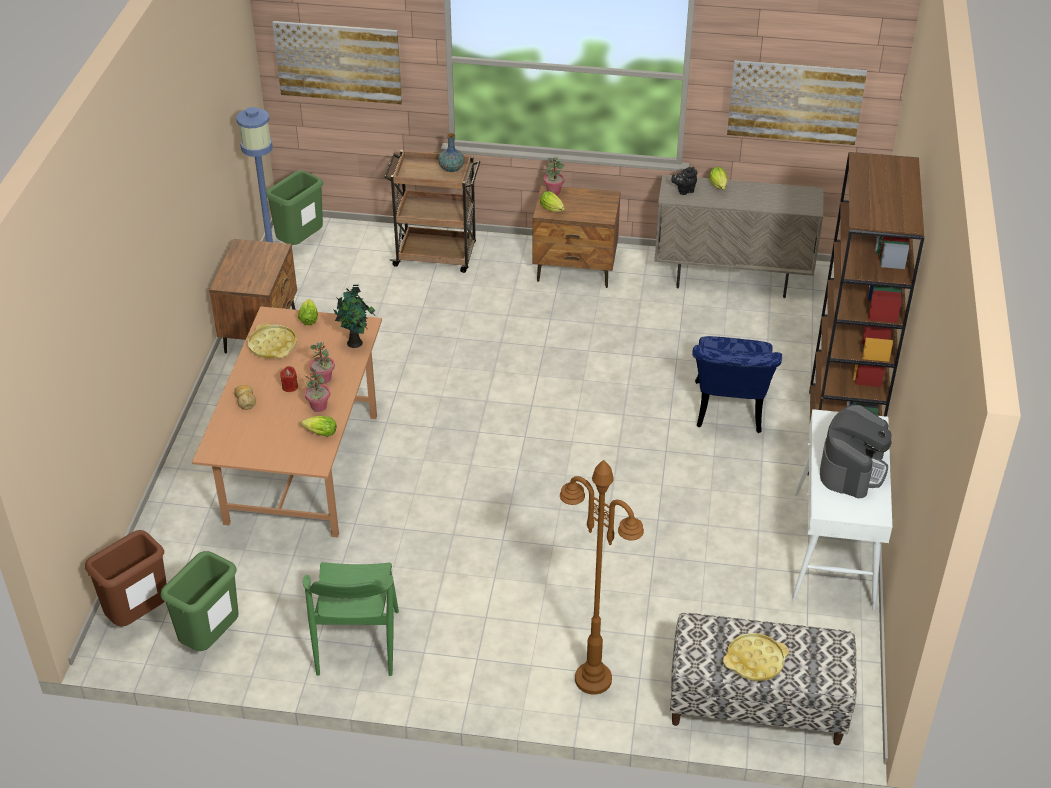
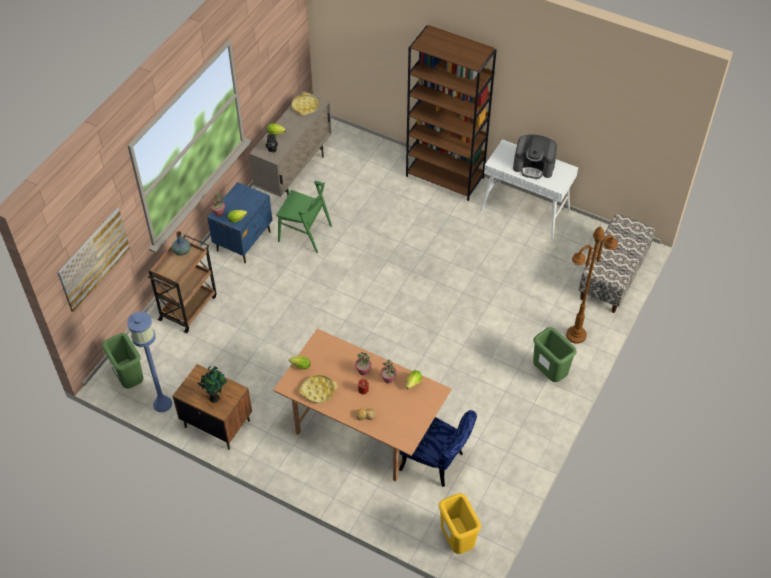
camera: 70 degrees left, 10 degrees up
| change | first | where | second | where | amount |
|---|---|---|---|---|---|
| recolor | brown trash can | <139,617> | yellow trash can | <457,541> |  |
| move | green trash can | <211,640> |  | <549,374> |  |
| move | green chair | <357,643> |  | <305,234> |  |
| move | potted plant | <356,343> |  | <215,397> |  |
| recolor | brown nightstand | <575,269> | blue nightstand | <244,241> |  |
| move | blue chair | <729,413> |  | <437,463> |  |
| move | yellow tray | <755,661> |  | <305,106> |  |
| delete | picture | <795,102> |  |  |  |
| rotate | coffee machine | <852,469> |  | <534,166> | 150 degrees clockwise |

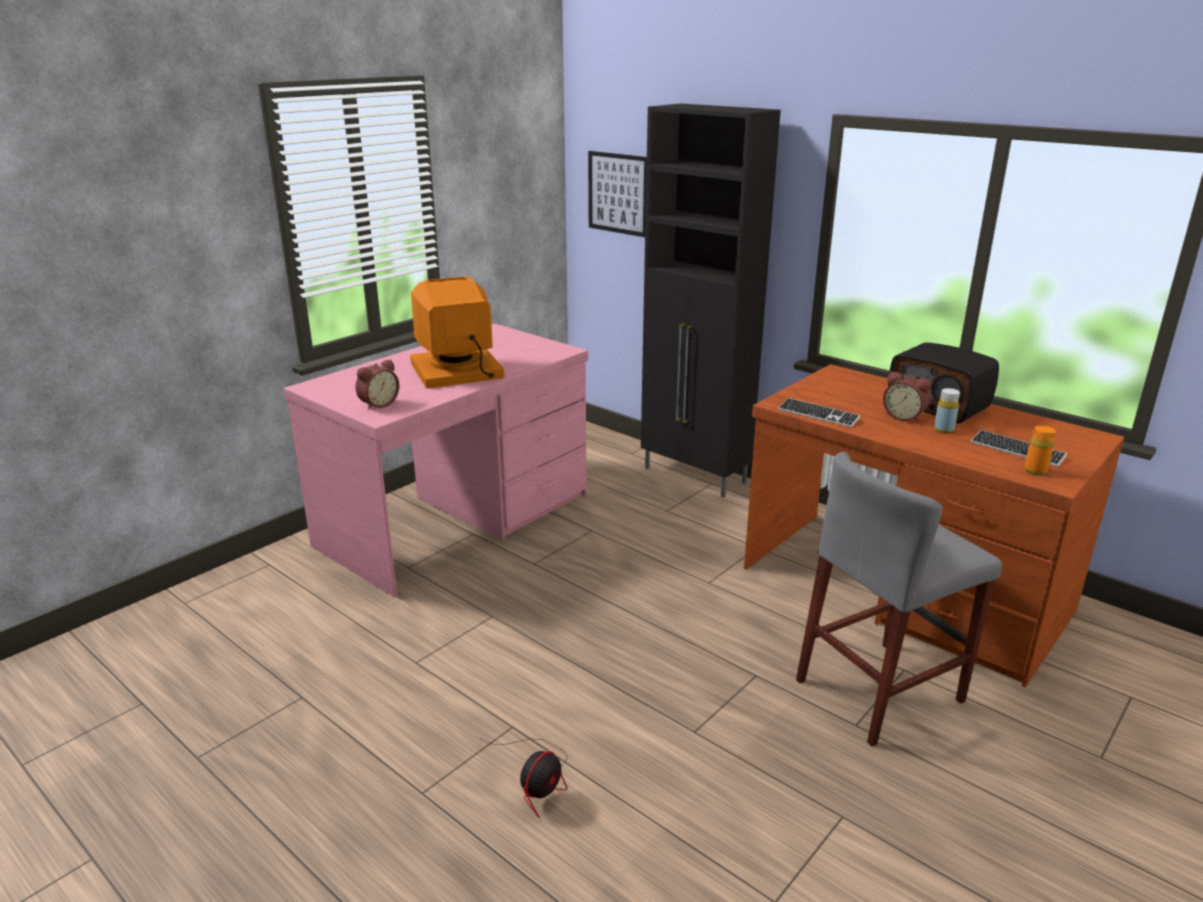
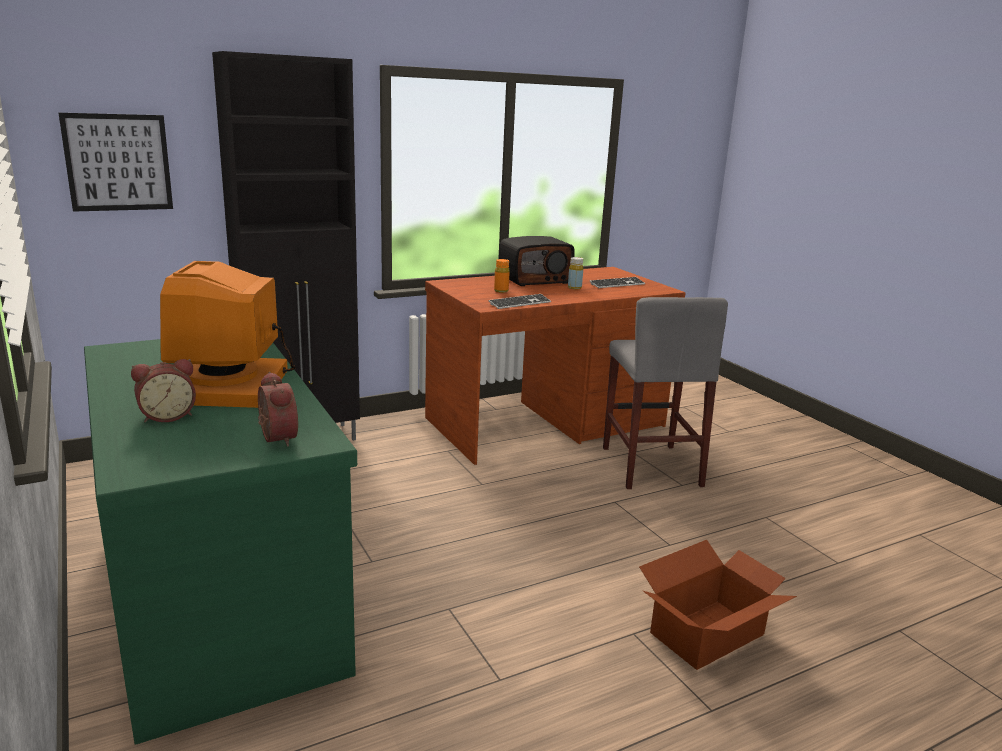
camera: 70 degrees left, 5 degrees down
| change | first | where | second | where | amount |
|---|---|---|---|---|---|
| recolor | pink desk | <457,520> | green desk | <221,593> |  |
| replace | fan | <538,780> | cardboard box | <708,634> |  |
| move | alarm clock | <904,416> |  | <167,416> |  |
| move | orange bottle | <1035,471> |  | <501,291> |  |

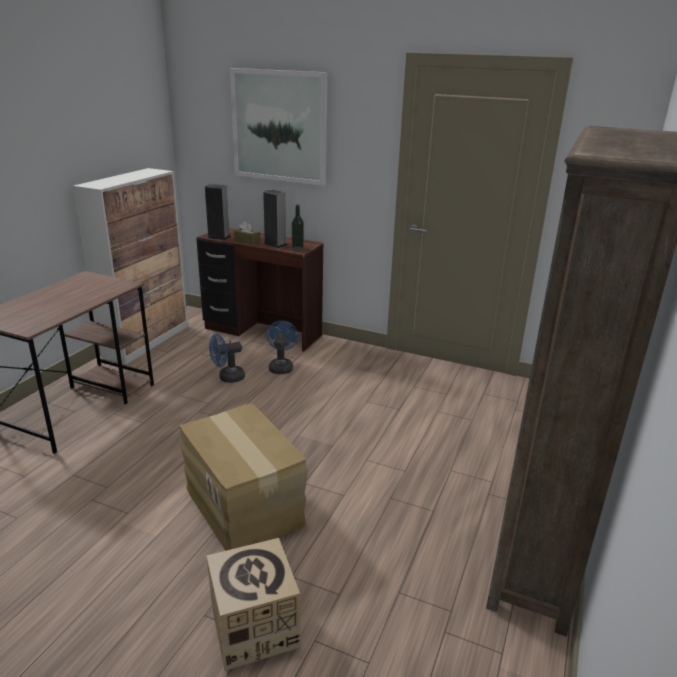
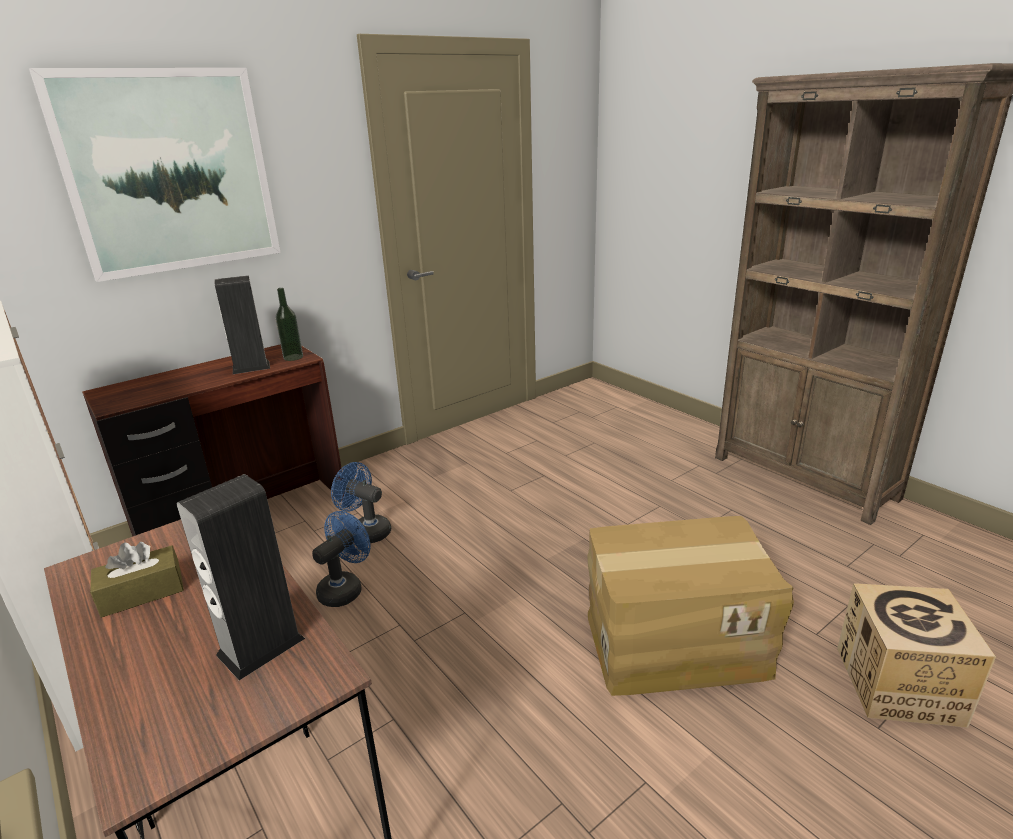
camera: 60 degrees left, 0 degrees up
| change | first | where | second | where | amount |
|---|---|---|---|---|---|
| move | speaker | <219,237> |  | <261,646> |  |
| rotate | blue fan | <227,378> |  | <345,588> | 150 degrees counterclockwise |
| move | brown tissue box | <247,241> |  | <142,593> |  |

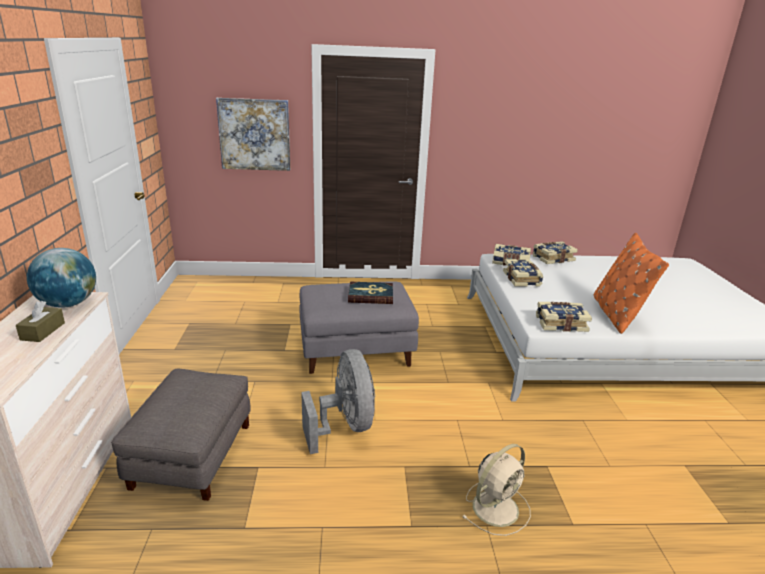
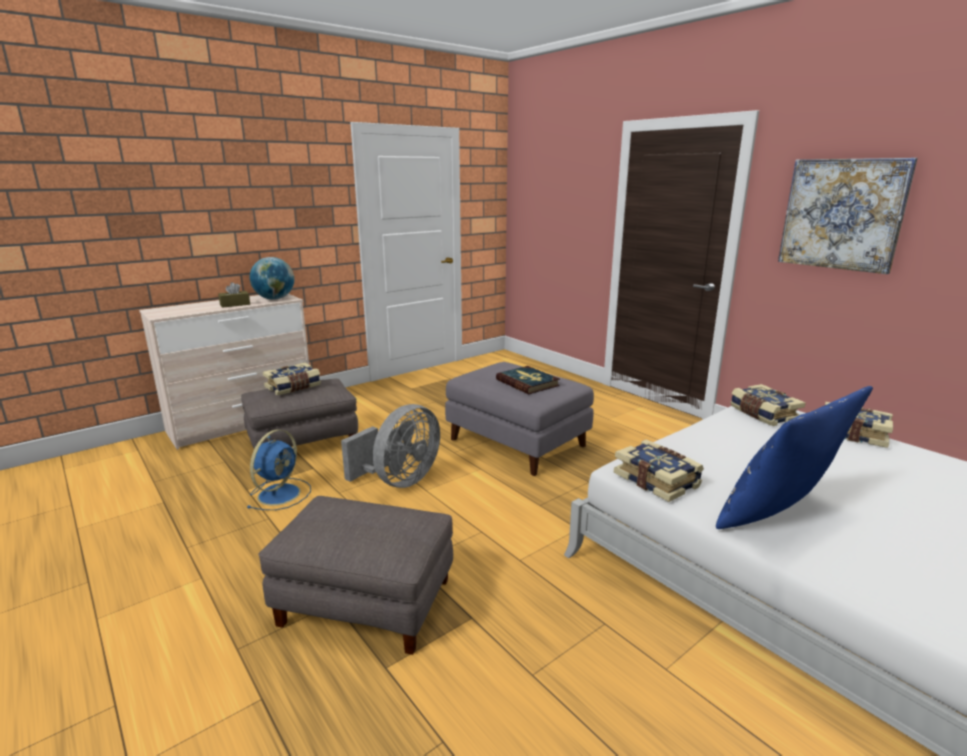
camera: 55 degrees right, 5 degrees down
| change | first | where | second | where | amount |
|---|---|---|---|---|---|
| move | picture | <254,134> |  | <842,214> |  |
| replace | beige fan | <497,507> | grey ottoman | <367,601> |  |
| move | book | <522,279> |  | <293,387> |  |
| recolor | orange pillow | <617,314> | blue pillow | <777,515> |  |
| insert |  |  | blue fan | <280,493> |  |

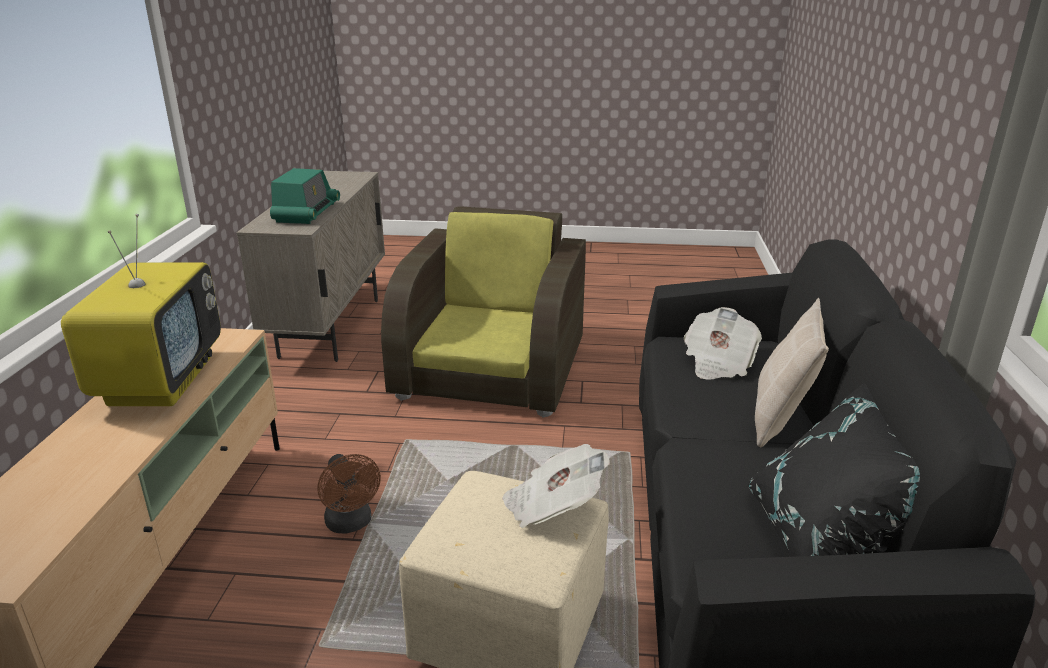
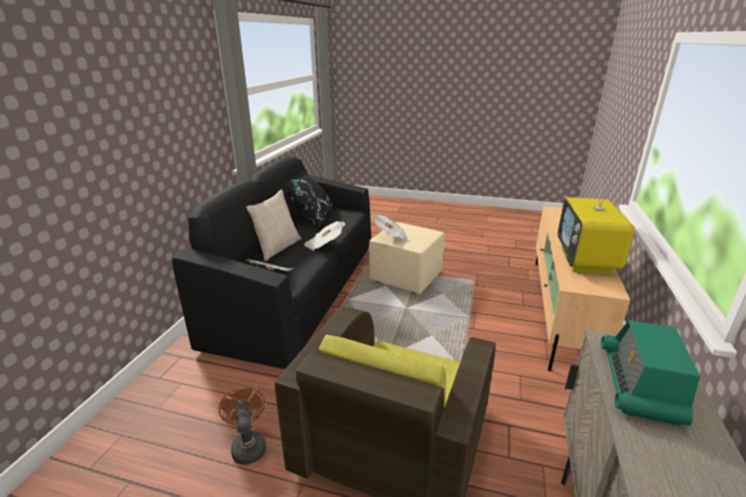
camera: 170 degrees left, 0 degrees up
| change | first | where | second | where | amount |
|---|---|---|---|---|---|
| move | brown fan | <351,524> |  | <248,445> |  |
| insert |  |  | newspaper | <324,245> |  |

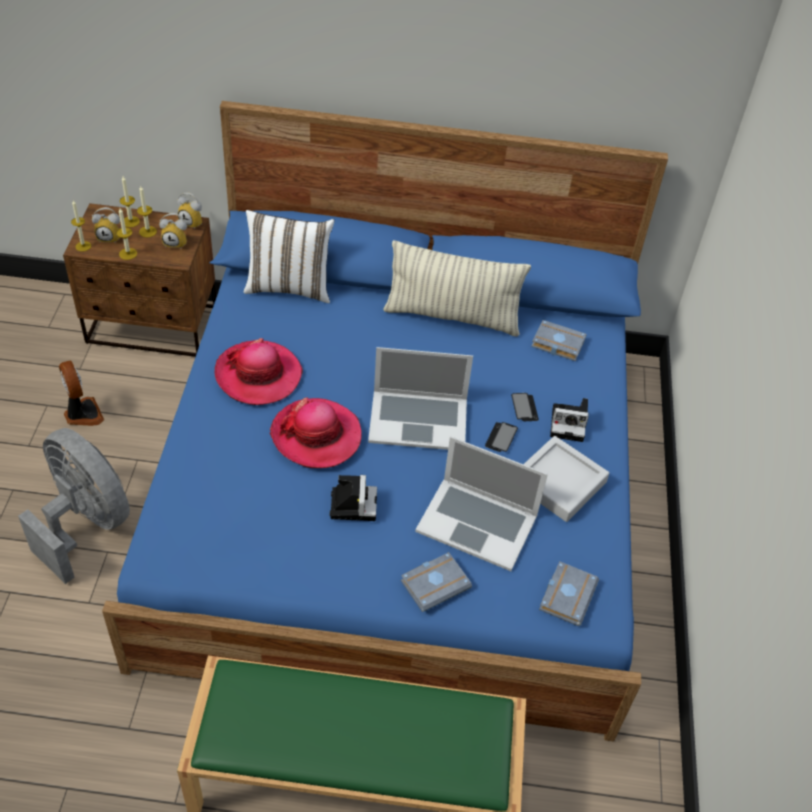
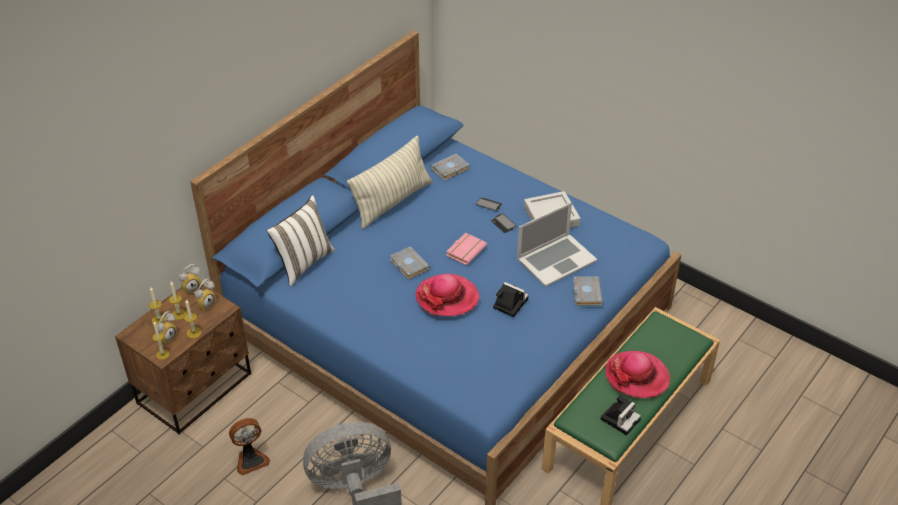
camera: 55 degrees left, 5 degrees down
| change | first | where | second | where | amount |
|---|---|---|---|---|---|
| rotate | fan | <82,414> |  | <251,460> | 150 degrees clockwise |
| move | hat | <258,375> |  | <637,376> |  |
| replace | laptop | <418,419> | pink book | <465,250> |  |
| move | grey book | <566,594> |  | <408,265> |  |
| move | photo camera | <569,423> |  | <620,418> |  |

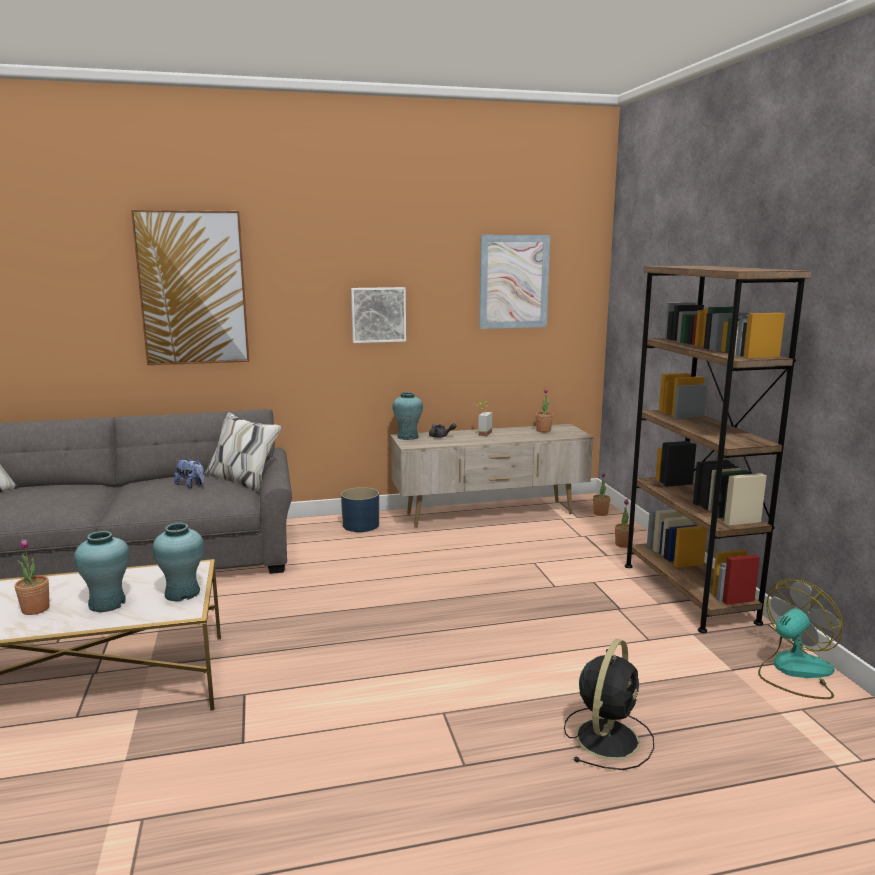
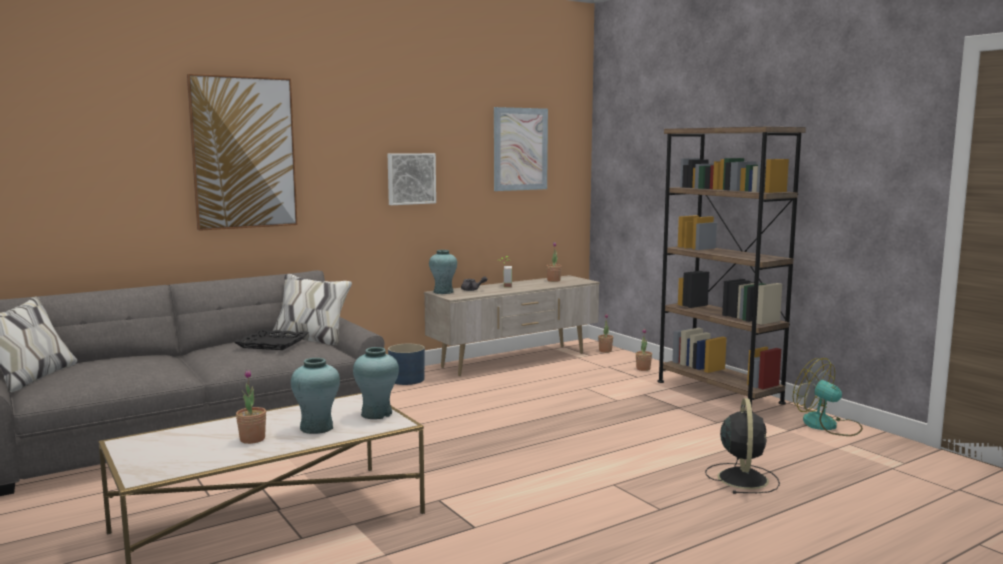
camera: 20 degrees left, 5 degrees down
| change | first | where | second | where | amount |
|---|---|---|---|---|---|
| replace | plush toy | <191,485> | black tray | <272,344> |  |
| rotate | fan | <794,671> |  | <827,426> | 75 degrees counterclockwise |

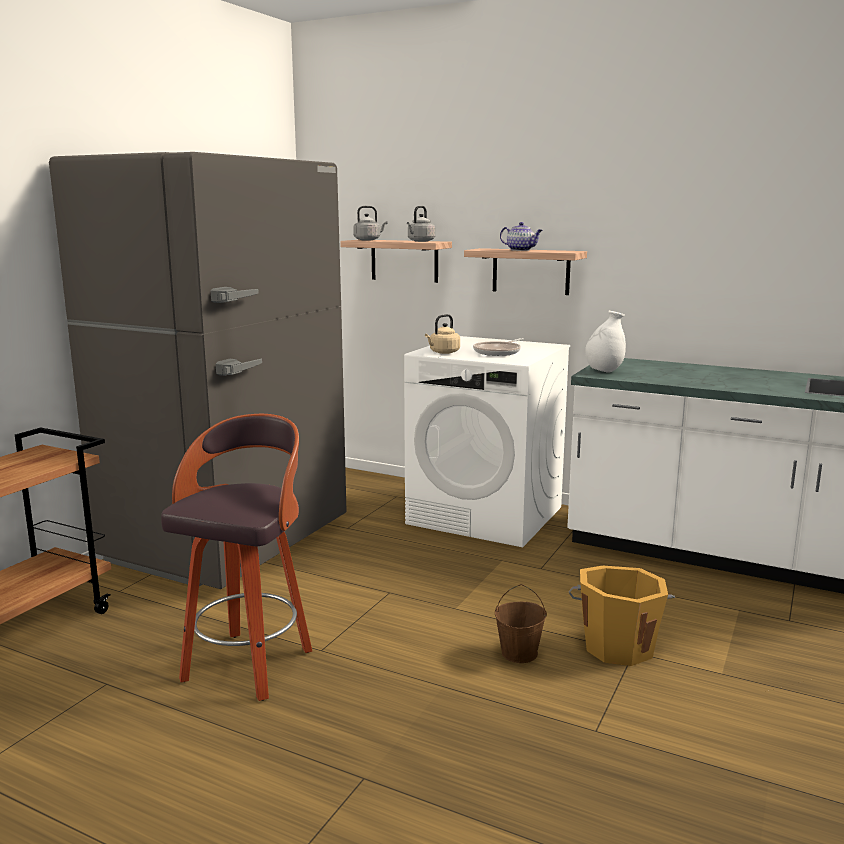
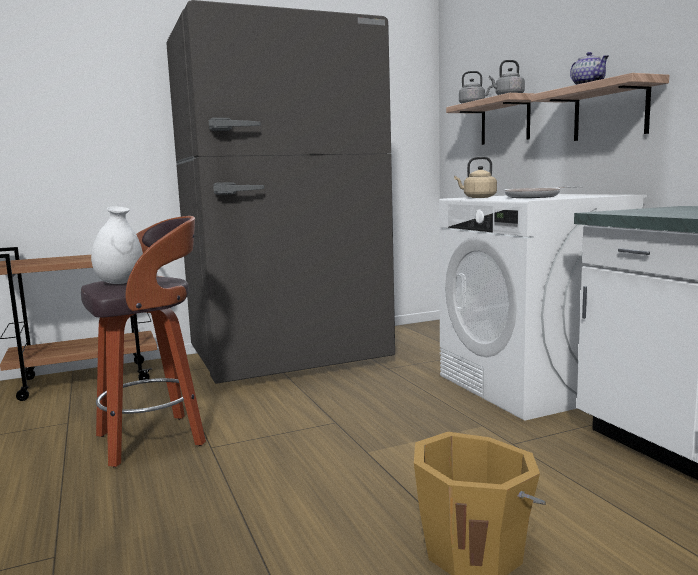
camera: 40 degrees right, 5 degrees down
| change | first | where | second | where | amount |
|---|---|---|---|---|---|
| delete | brown bucket | <519,653> |  |  |  |
| move | white vase | <604,371> |  | <120,282> |  |

